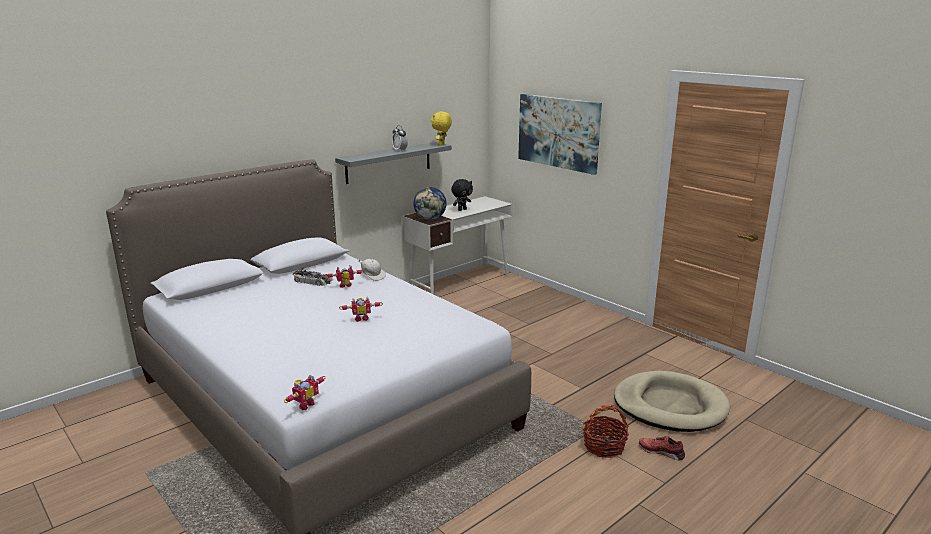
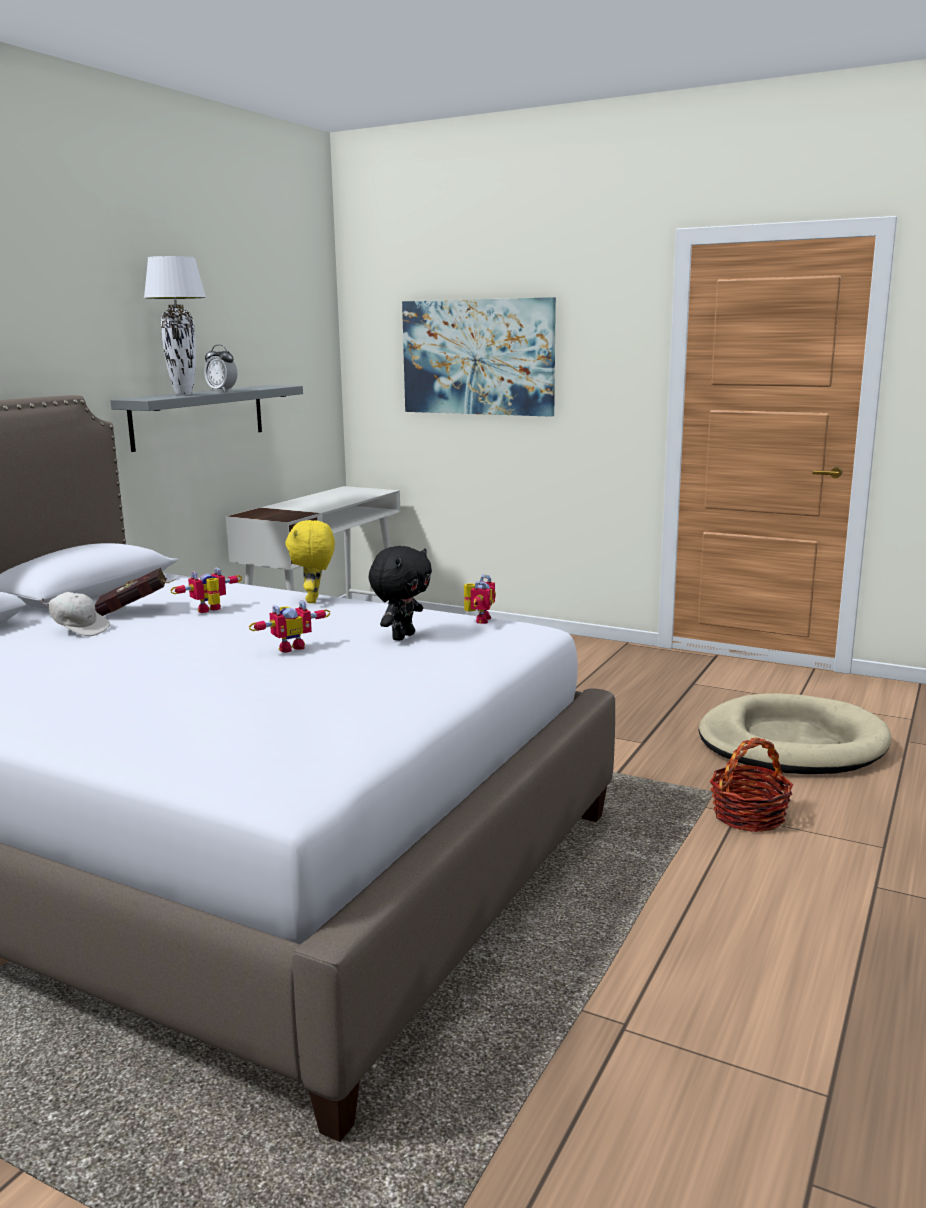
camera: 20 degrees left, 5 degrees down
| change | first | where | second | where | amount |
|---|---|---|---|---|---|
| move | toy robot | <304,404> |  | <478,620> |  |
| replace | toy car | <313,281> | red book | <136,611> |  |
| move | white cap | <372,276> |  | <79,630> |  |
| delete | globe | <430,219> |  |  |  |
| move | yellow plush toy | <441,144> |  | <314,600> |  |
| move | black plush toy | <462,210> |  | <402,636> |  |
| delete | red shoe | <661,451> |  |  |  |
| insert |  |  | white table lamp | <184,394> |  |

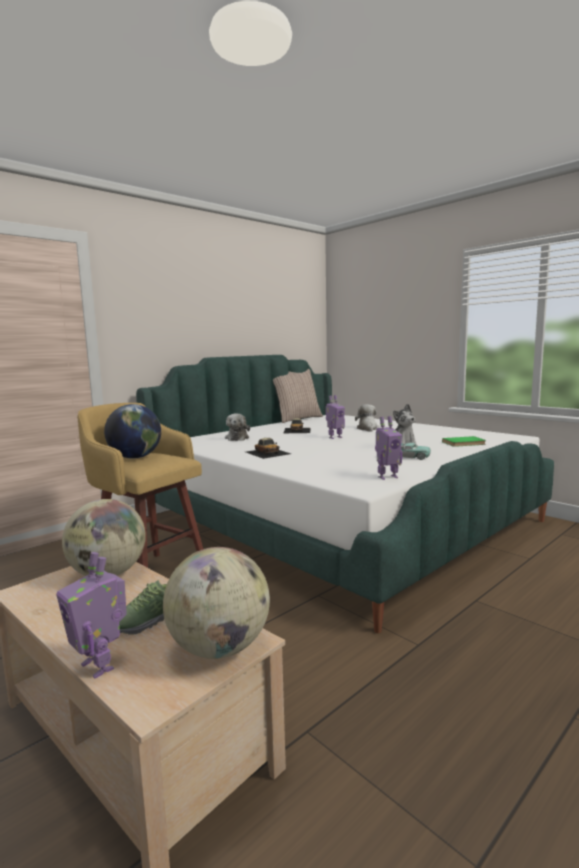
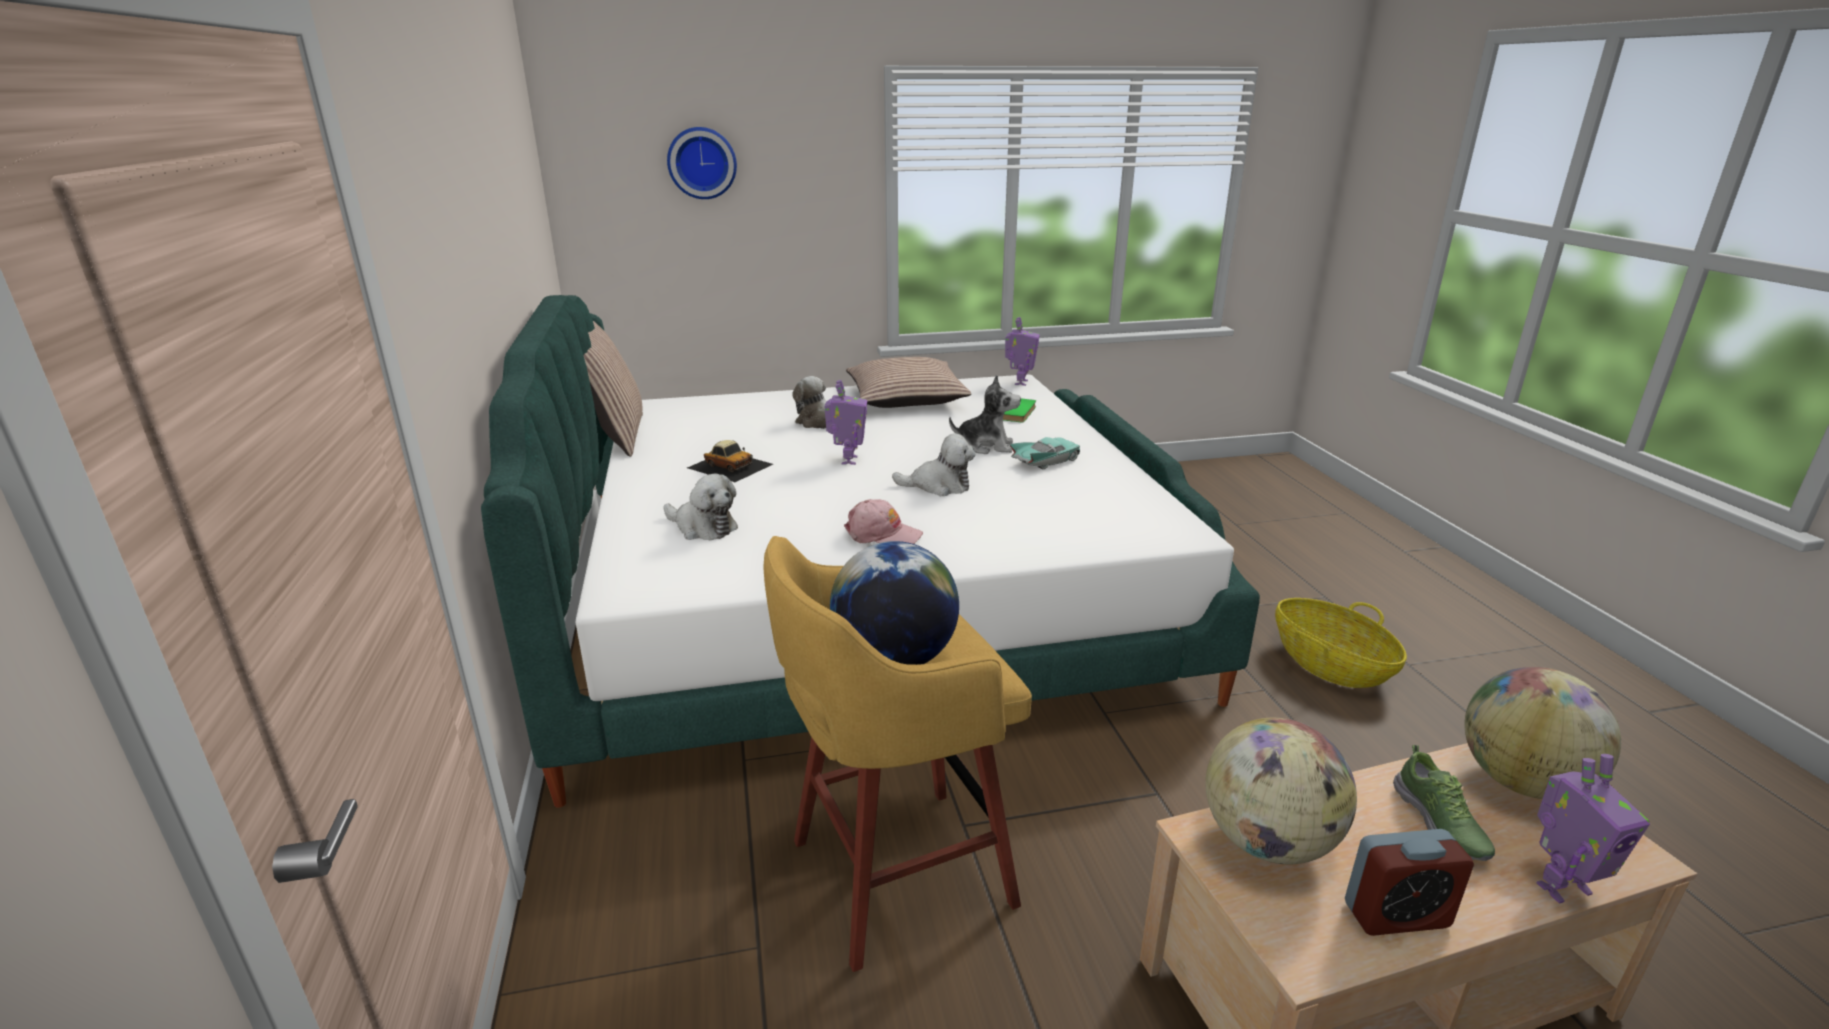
camera: 60 degrees left, 15 degrees up
| change | first | where | second | where | amount |
|---|---|---|---|---|---|
| replace | toy car | <267,452> | pink cap | <882,534> |  |
| move | toy robot | <387,477> |  | <1020,382> |  |
| insert |  |  | wall clock | <702,163> |  |
| insert |  |  | pillow | <906,398> |  |
| insert |  |  | plush toy | <939,486> |  |
| insert |  |  | basket | <1330,665> |  |
| insert |  |  | alarm clock | <1396,915> |  |

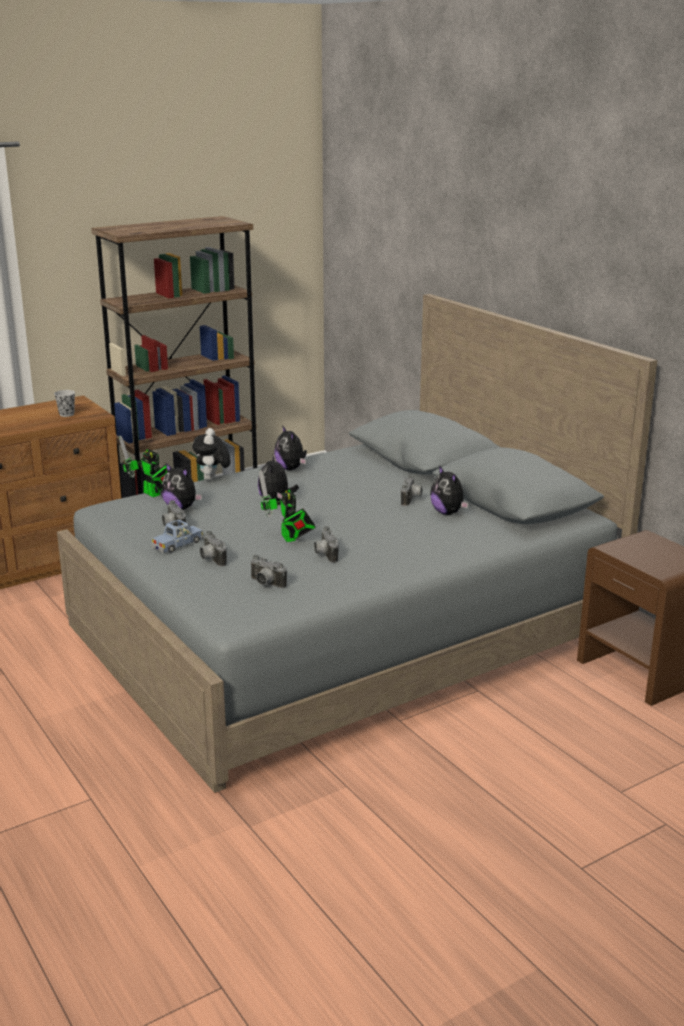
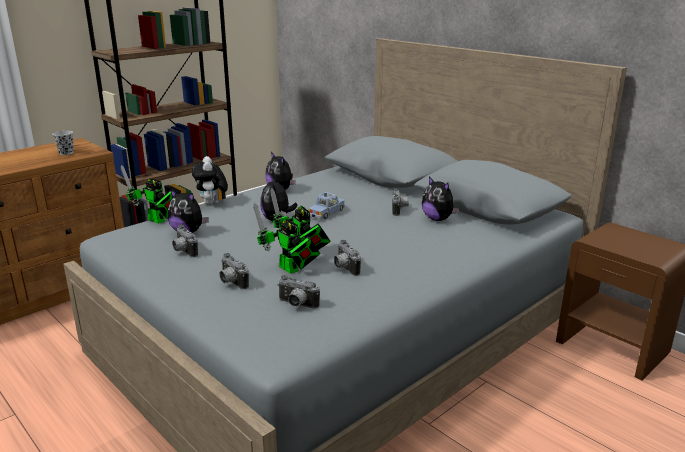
camera: 10 degrees left, 0 degrees up
| change | first | where | second | where | amount |
|---|---|---|---|---|---|
| move | blue toy car | <178,544> |  | <327,213> |  |
| insert |  |  | toy robot | <290,270> |  |

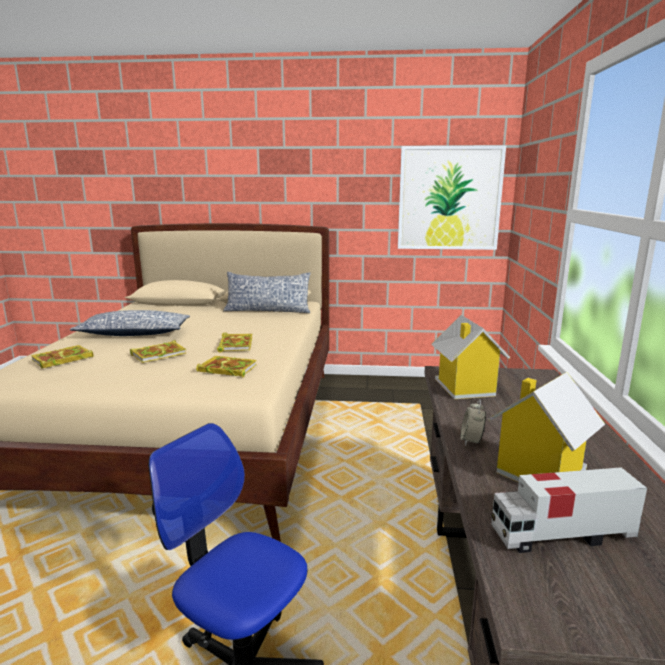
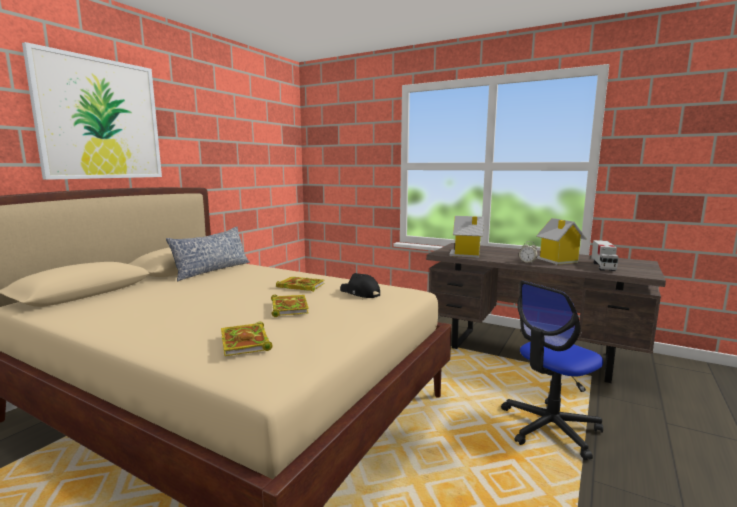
camera: 65 degrees left, 5 degrees down
| change | first | where | second | where | amount |
|---|---|---|---|---|---|
| delete | pillow | <134,334> |  |  |  |
| replace | book | <226,369> | black cap | <360,293> |  |
| move | picture | <449,198> |  | <100,119> |  |

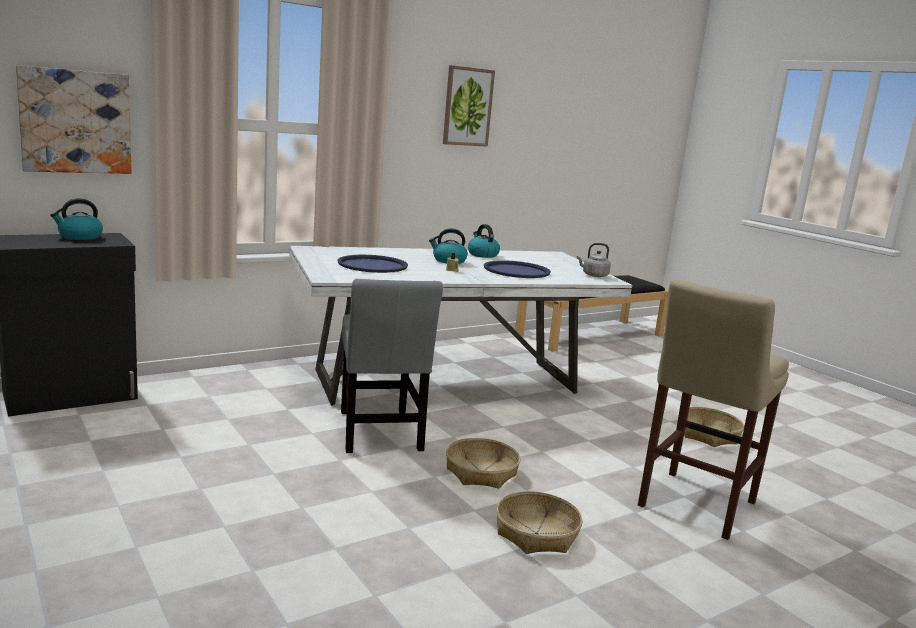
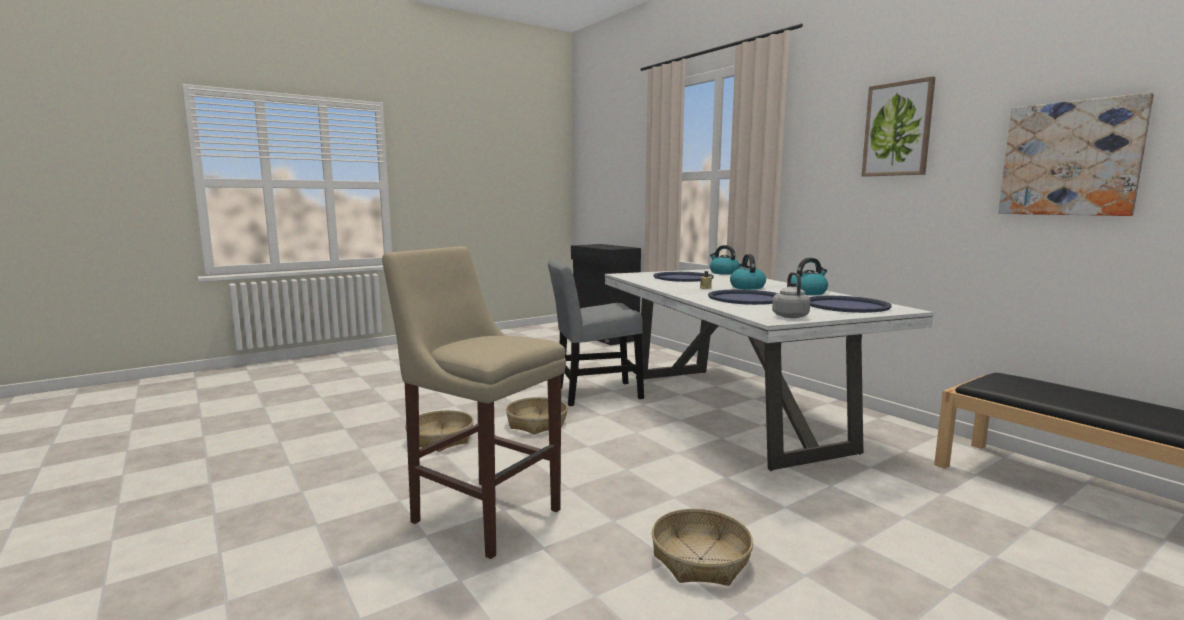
camera: 90 degrees right, 5 degrees down
| change | first | where | second | where | amount |
|---|---|---|---|---|---|
| move | picture | <75,121> |  | <1070,159> |  |
| move | kettle | <79,237> |  | <723,273> |  |
| insert |  |  | blue tray | <846,306> |  |

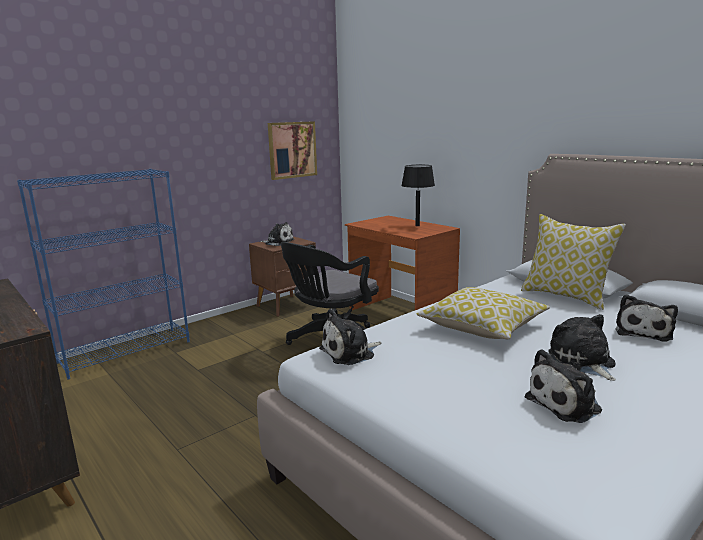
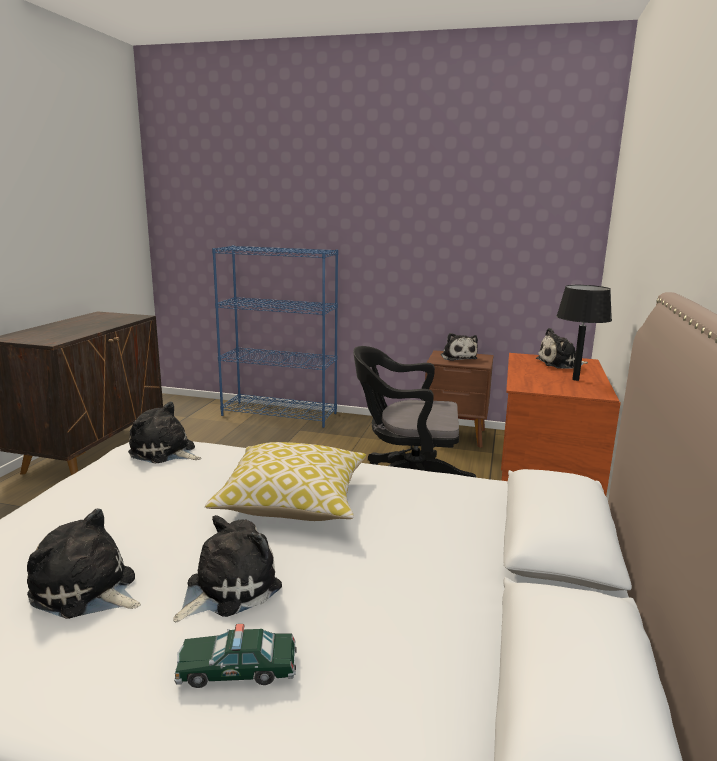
camera: 55 degrees right, 0 degrees up
| change | first | where | second | where | amount |
|---|---|---|---|---|---|
| delete | picture | <292,150> |  |  |  |
| delete | pillow | <566,296> |  |  |  |
| move | plush toy | <643,331> |  | <560,364> |  |
| insert |  |  | toy car | <237,670> |  |

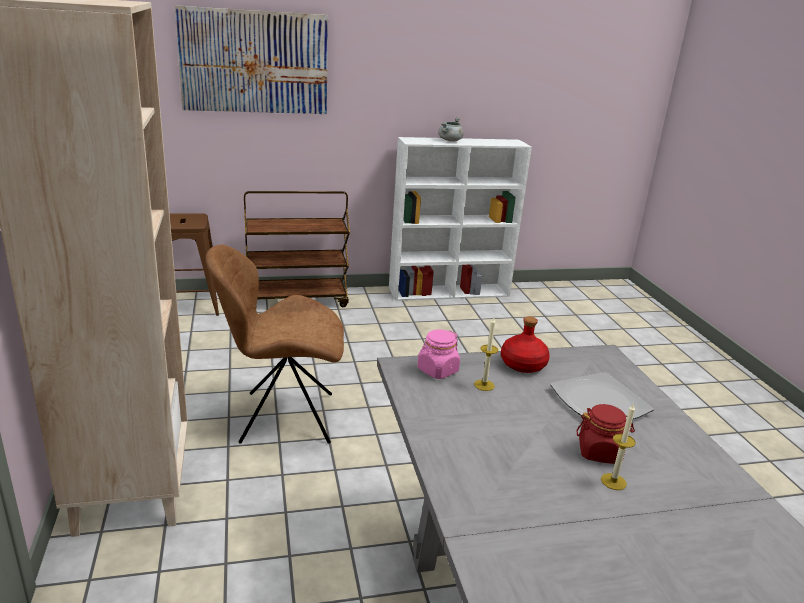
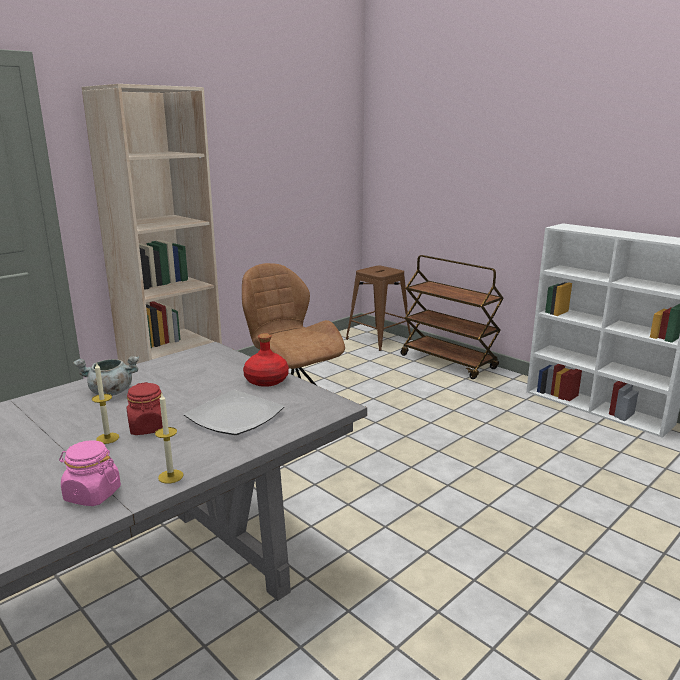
camera: 60 degrees right, 5 degrees down
| change | first | where | second | where | amount |
|---|---|---|---|---|---|
| delete | picture | <254,62> |  |  |  |
| move | pink jar | <437,370> |  | <92,494> |  |
| move | grey cooking pot | <450,140> |  | <110,392> |  |
| move | candle | <484,385> |  | <170,476> |  |

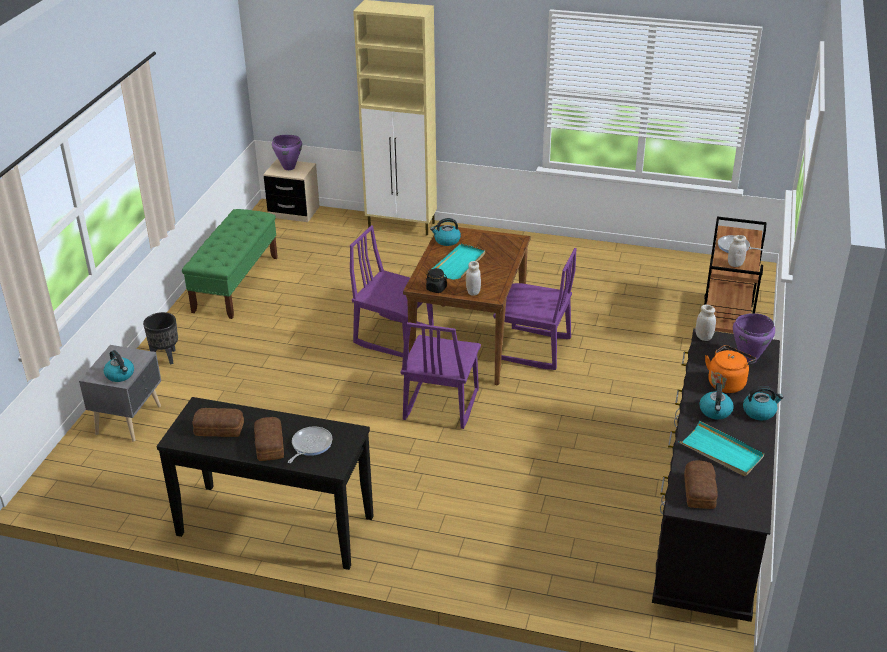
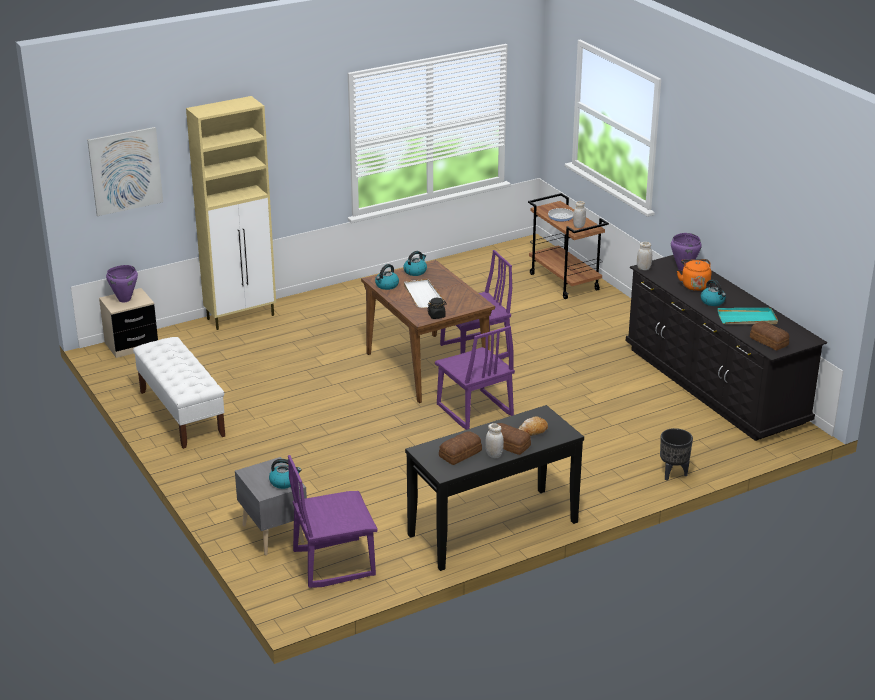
camera: 45 degrees left, 5 degrees down
| change | first | where | second | where | amount |
|---|---|---|---|---|---|
| move | black planter | <166,357> |  | <673,474> |  |
| recolor | green bench | <236,284> | white bench | <181,413> |  |
| replace | frying pan | <310,445> | bread | <532,431> |  |
| move | purple chair | <394,336> |  | <333,563> |  |
| recolor | turquoise tray | <459,264> | white tray | <423,295> |  |
| move | white jar | <473,292> |  | <494,455> |  |
| move | kettle | <759,412> |  | <415,271> |  |
| insert |  |  | picture | <125,171> |  |

